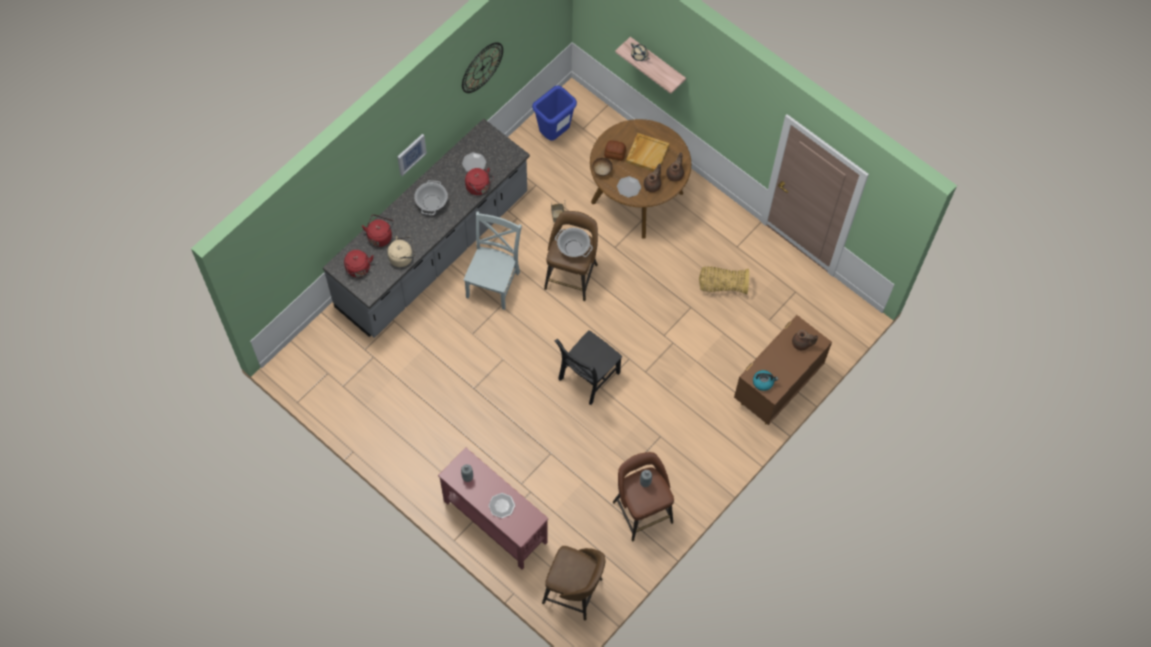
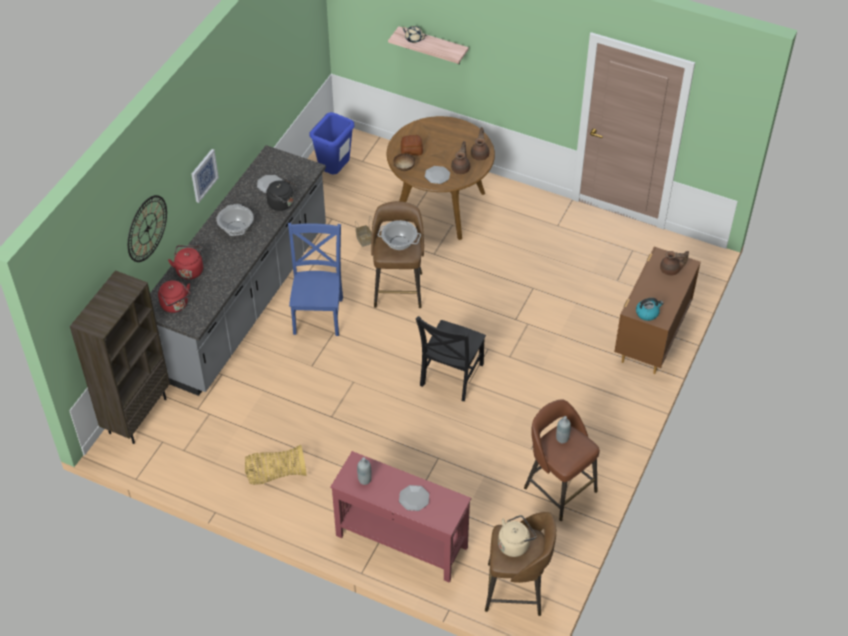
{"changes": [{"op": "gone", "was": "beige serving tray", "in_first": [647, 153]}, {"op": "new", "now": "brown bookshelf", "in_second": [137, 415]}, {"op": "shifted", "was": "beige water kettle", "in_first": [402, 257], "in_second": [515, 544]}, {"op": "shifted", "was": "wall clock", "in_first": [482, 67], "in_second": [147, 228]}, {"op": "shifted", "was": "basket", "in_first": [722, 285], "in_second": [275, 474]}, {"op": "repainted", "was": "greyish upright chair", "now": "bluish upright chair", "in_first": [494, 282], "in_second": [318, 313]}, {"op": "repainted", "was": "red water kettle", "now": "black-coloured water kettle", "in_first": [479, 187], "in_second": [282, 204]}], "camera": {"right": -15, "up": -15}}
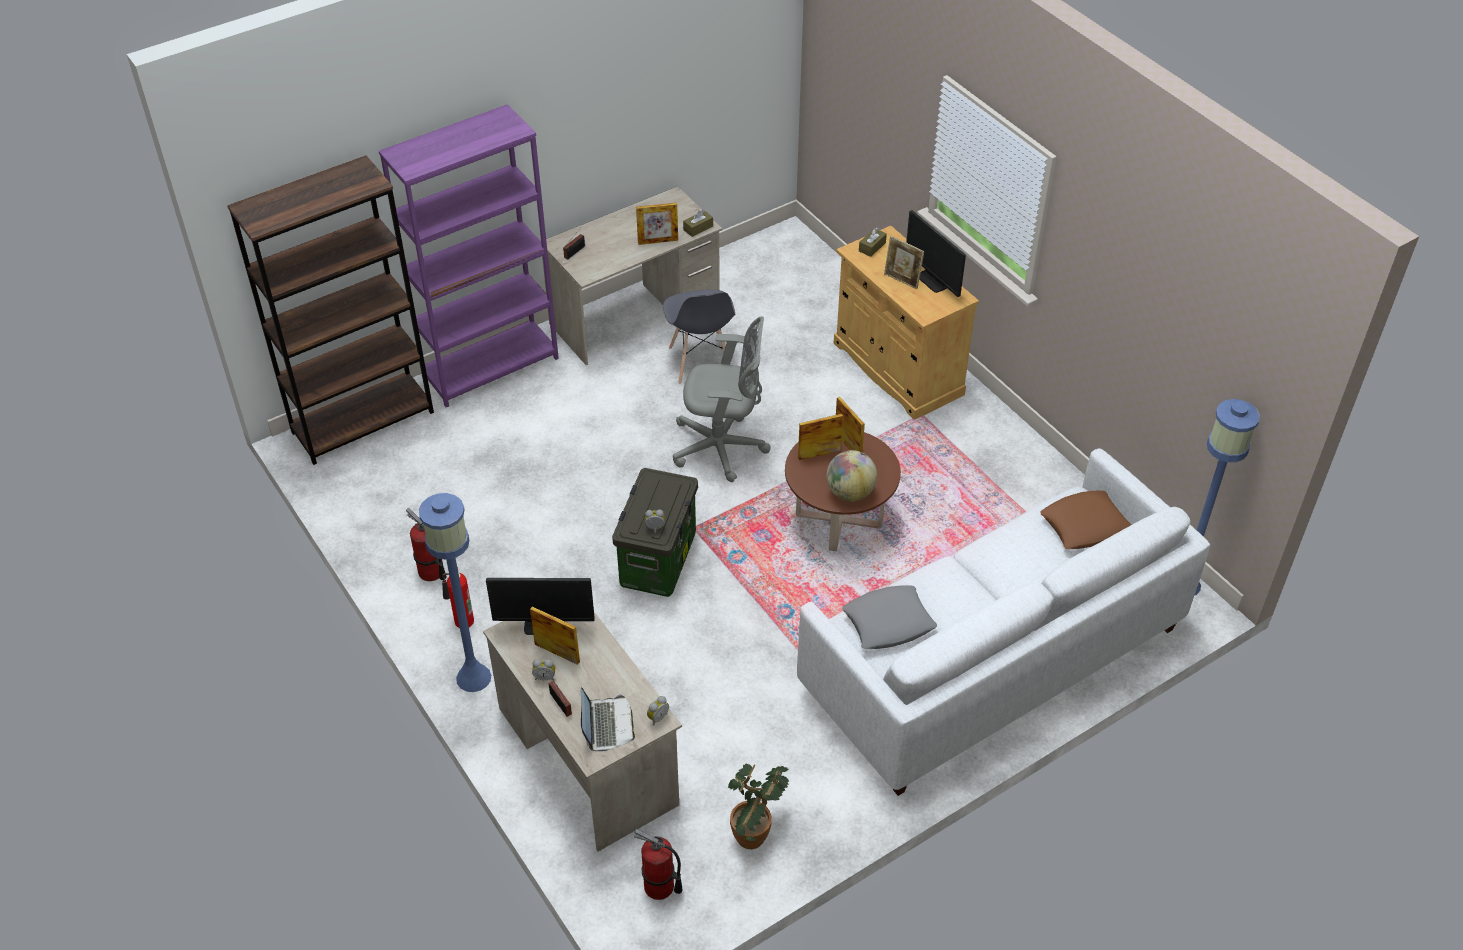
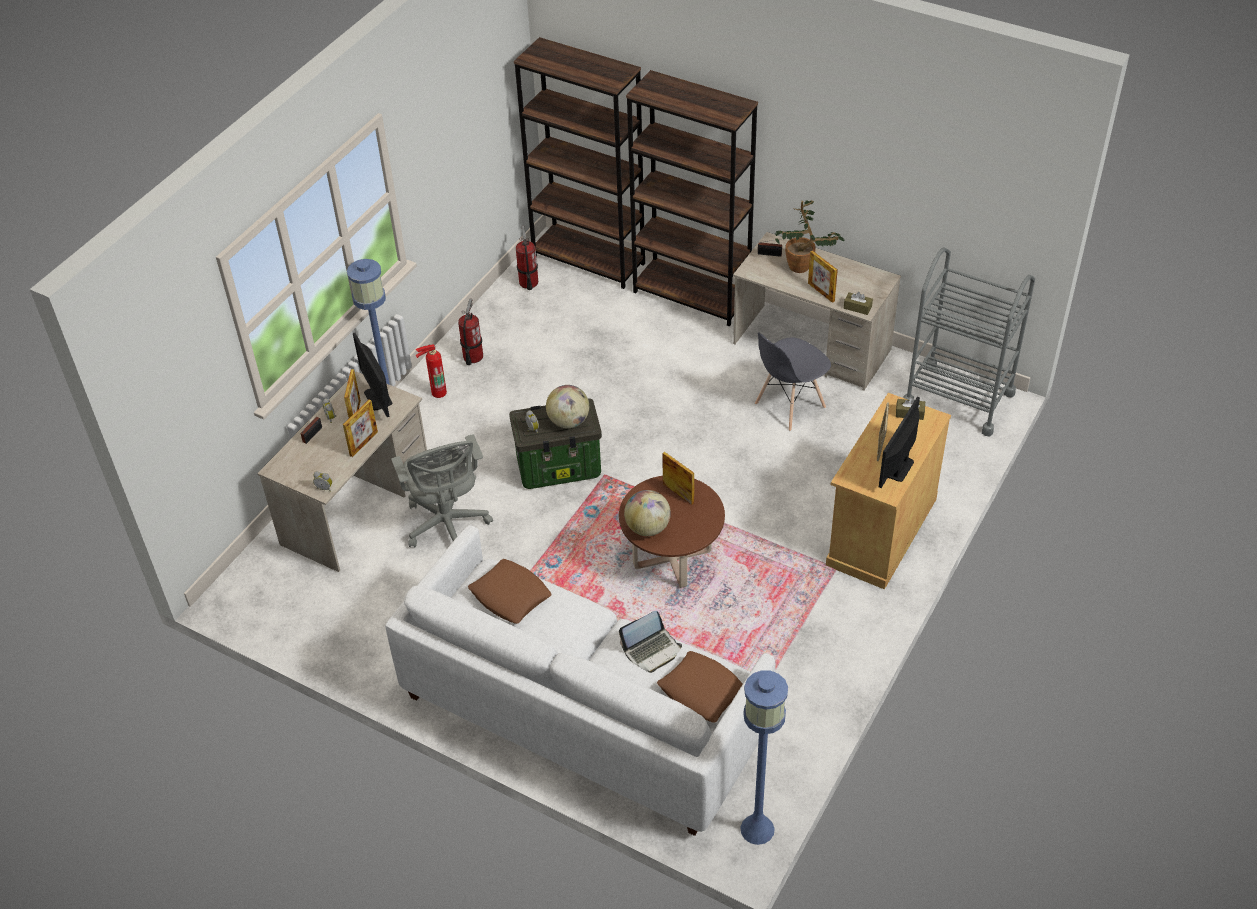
{"changes": [{"op": "new", "now": "globe", "in_second": [569, 421]}, {"op": "new", "now": "greyish trolley", "in_second": [958, 398]}, {"op": "shifted", "was": "portable computer", "in_first": [606, 725], "in_second": [652, 650]}, {"op": "shifted", "was": "fire extinguisher", "in_first": [659, 887], "in_second": [528, 282]}, {"op": "shifted", "was": "greyish computer chair", "in_first": [723, 448], "in_second": [447, 525]}, {"op": "shifted", "was": "potted plant", "in_first": [756, 832], "in_second": [804, 268]}, {"op": "shifted", "was": "standing frame", "in_first": [848, 445], "in_second": [363, 443]}, {"op": "repainted", "was": "purplish bookshelf", "now": "brown bookshelf", "in_first": [491, 367], "in_second": [691, 296]}, {"op": "repainted", "was": "greyish pillow", "now": "brown pillow", "in_first": [888, 623], "in_second": [510, 596]}], "camera": {"right": 65, "up": 0}}
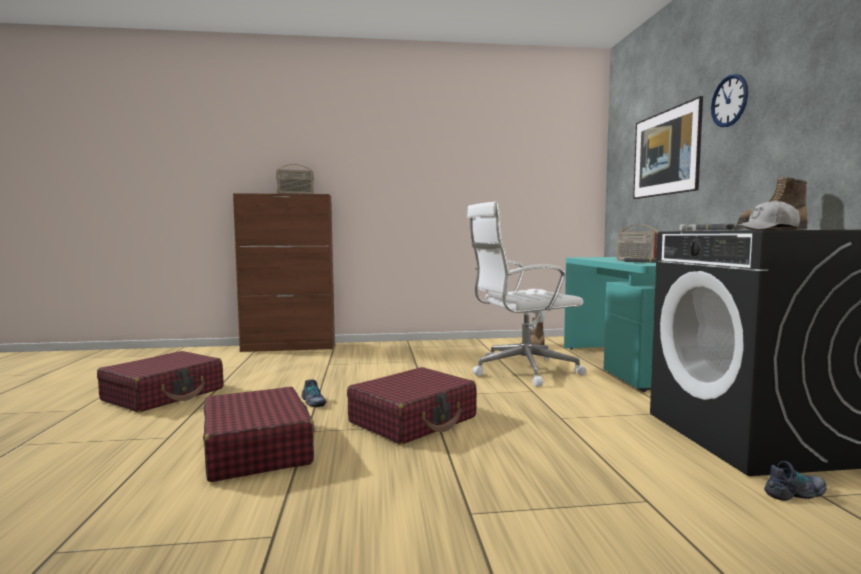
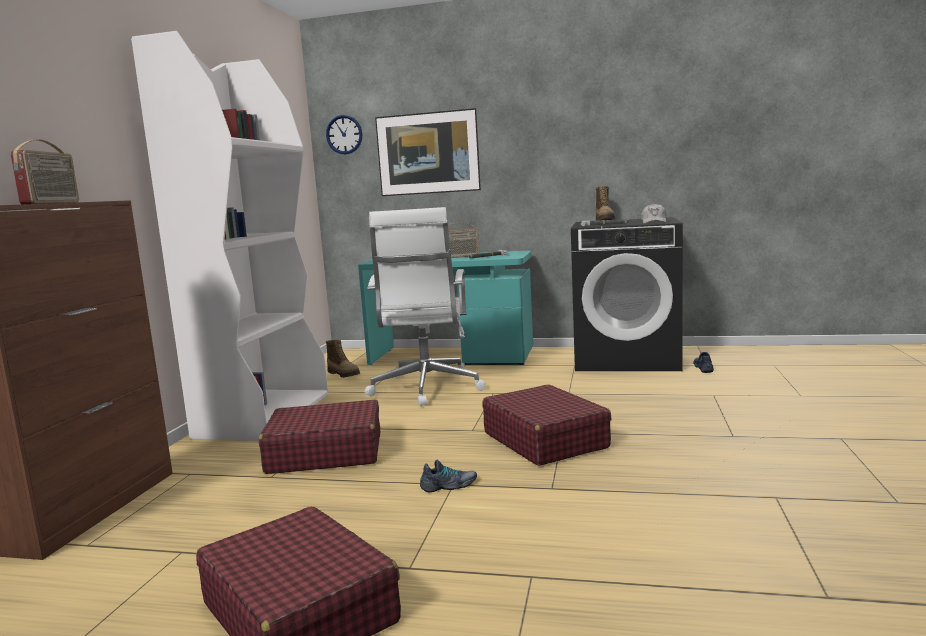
{"changes": [{"op": "new", "now": "white bookshelf", "in_second": [264, 415]}, {"op": "shifted", "was": "red suitcase", "in_first": [257, 449], "in_second": [325, 453]}, {"op": "shifted", "was": "wall clock", "in_first": [729, 101], "in_second": [344, 134]}], "camera": {"right": -70, "up": 5}}
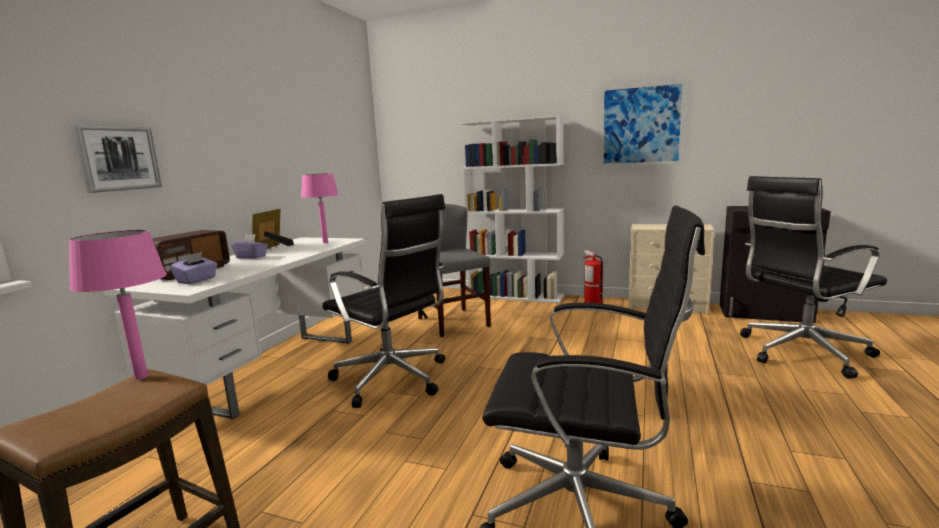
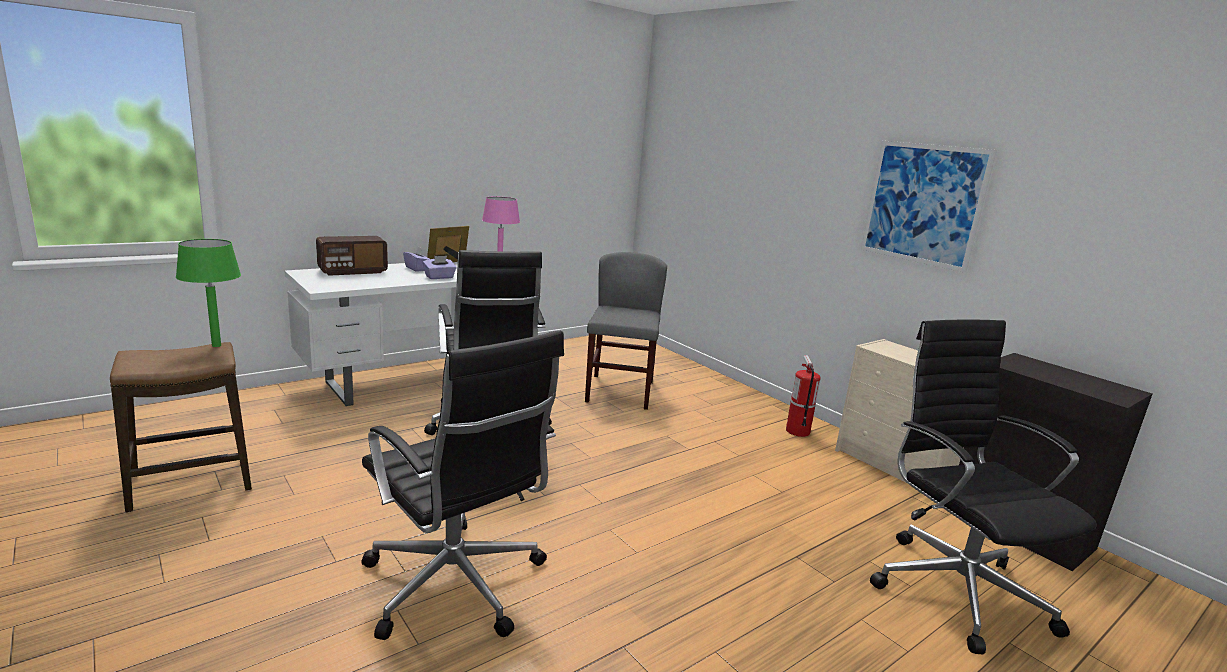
{"changes": [{"op": "gone", "was": "wall art", "in_first": [119, 158]}, {"op": "gone", "was": "white bookshelf", "in_first": [516, 296]}, {"op": "shifted", "was": "purplish tissue holder", "in_first": [197, 280], "in_second": [439, 277]}, {"op": "repainted", "was": "pinkish lamp for a table", "now": "green lamp for a table", "in_first": [140, 377], "in_second": [216, 345]}, {"op": "rotated", "was": "black-coloured computer chair", "in_first": [799, 352], "in_second": [955, 588], "clockwise": 60}], "camera": {"right": 30, "up": 5}}
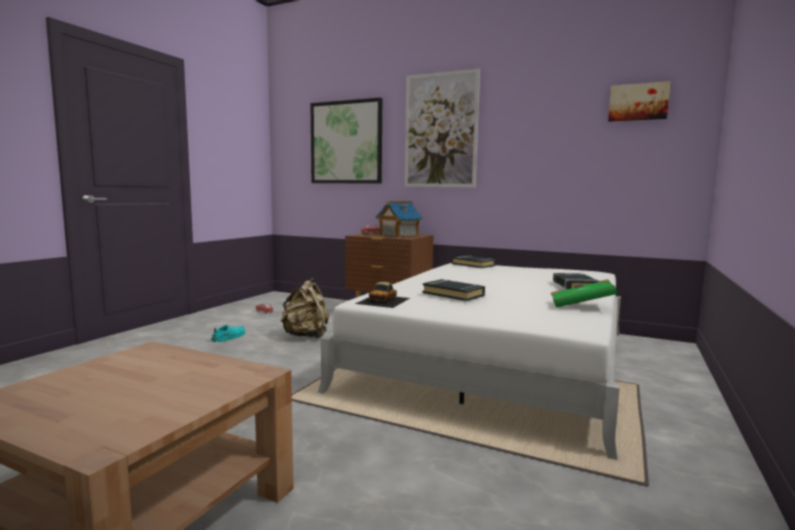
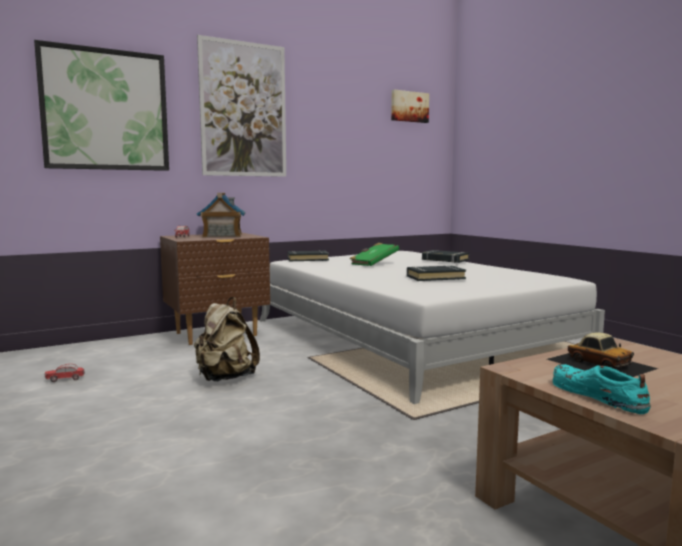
{"changes": [{"op": "shifted", "was": "turquoise shoe", "in_first": [229, 337], "in_second": [596, 395]}, {"op": "shifted", "was": "miniature car", "in_first": [383, 300], "in_second": [600, 363]}, {"op": "shifted", "was": "green volume", "in_first": [581, 306], "in_second": [373, 263]}], "camera": {"right": -55, "up": 0}}
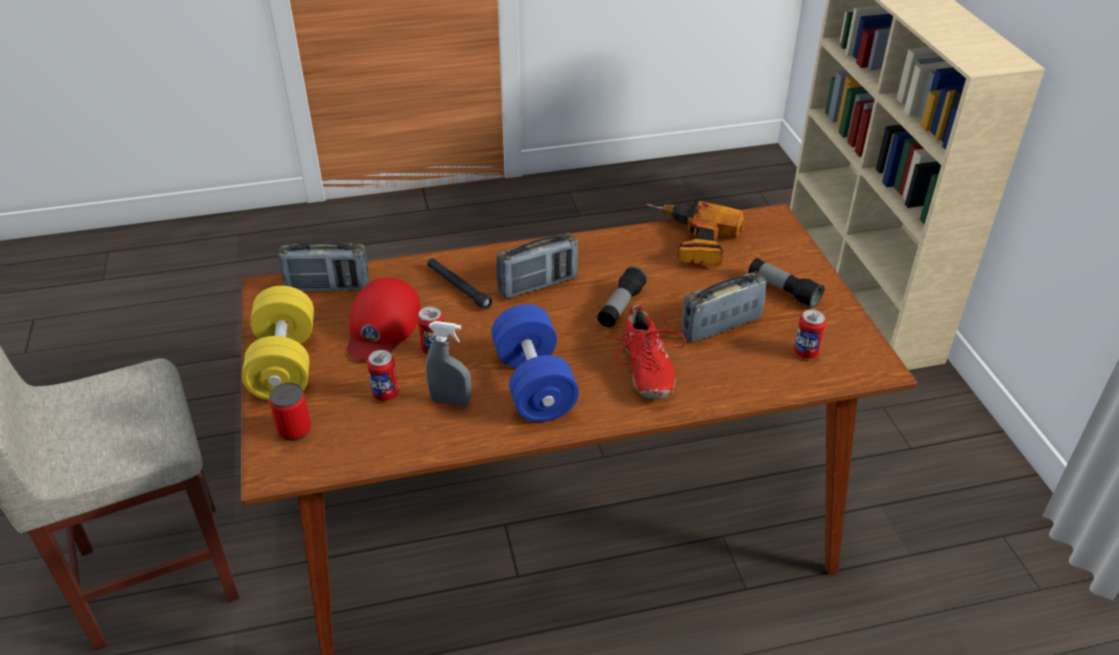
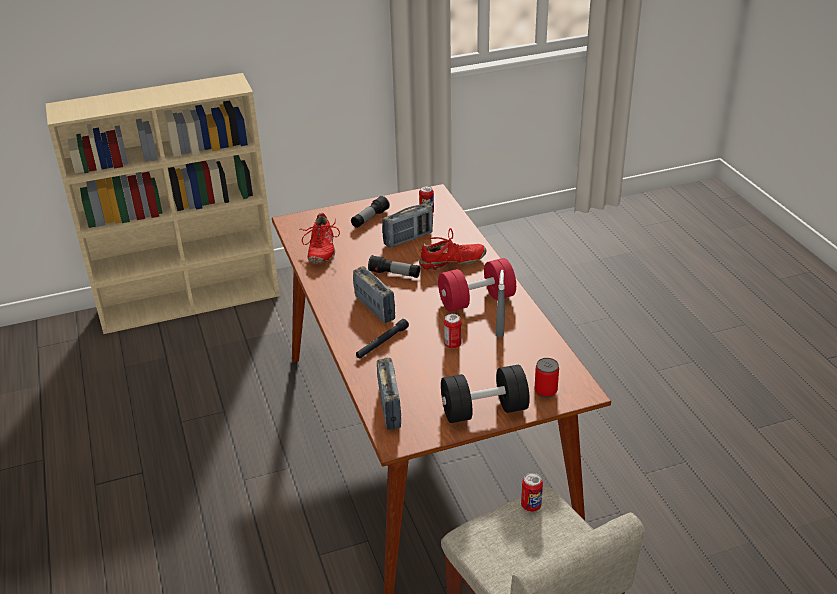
{"changes": [{"op": "gone", "was": "red cap", "in_first": [382, 326]}, {"op": "shifted", "was": "sealed can", "in_first": [385, 394], "in_second": [531, 505]}, {"op": "swapped", "was": "power drill", "now": "red shoe", "in_first": [693, 243], "in_second": [321, 250]}, {"op": "repainted", "was": "yellow dumbbell", "now": "black-coloured dumbbell", "in_first": [284, 364], "in_second": [484, 410]}, {"op": "repainted", "was": "bluish dumbbell", "now": "red dumbbell", "in_first": [534, 384], "in_second": [476, 300]}, {"op": "rotated", "was": "radio", "in_first": [720, 326], "in_second": [408, 238], "clockwise": -90}], "camera": {"right": -95, "up": -5}}
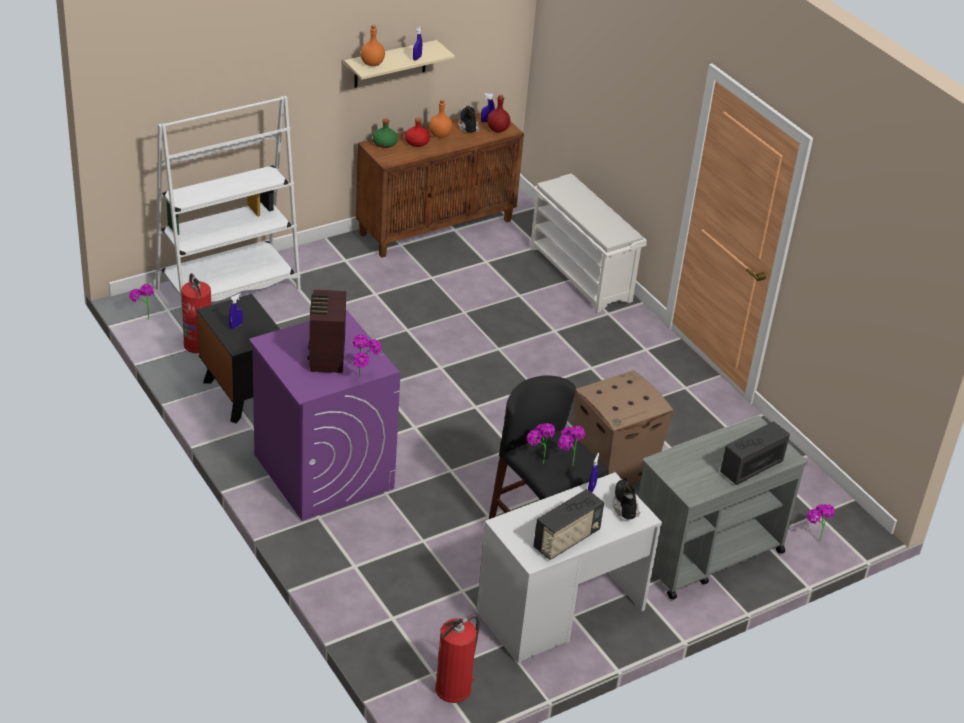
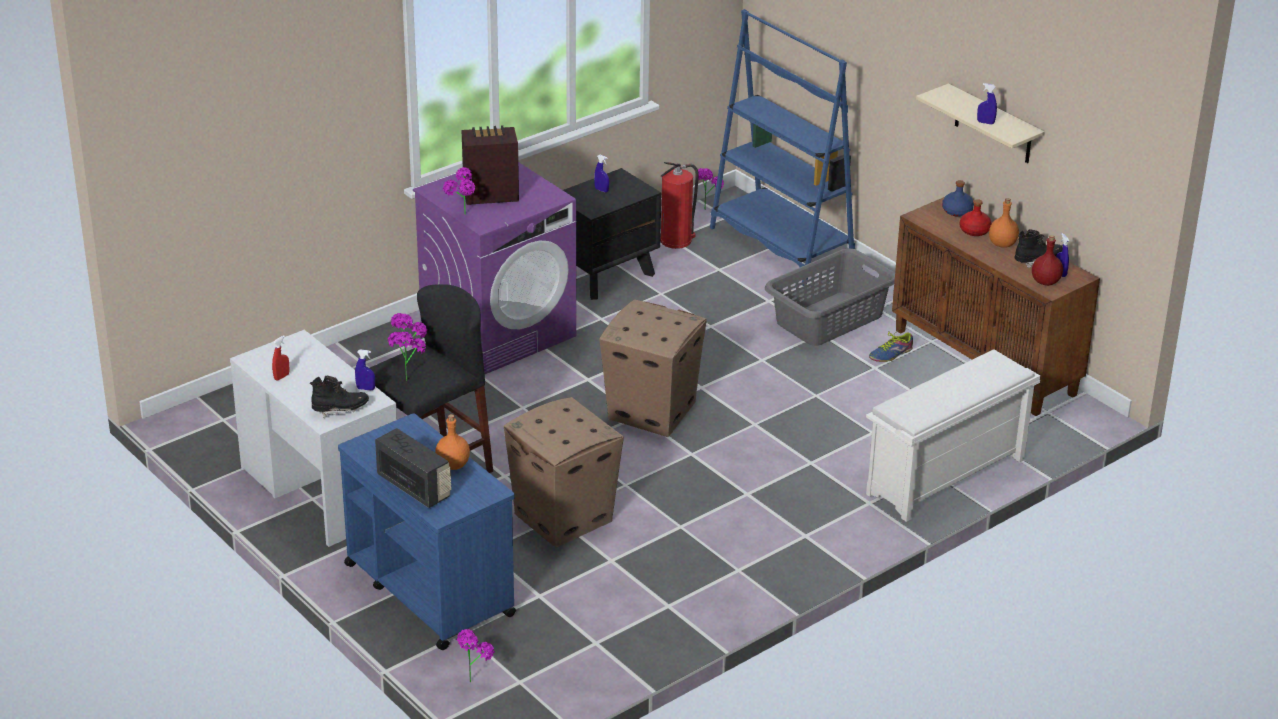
{"changes": [{"op": "gone", "was": "fire extinguisher", "in_first": [454, 688]}, {"op": "new", "now": "packing box", "in_second": [650, 410]}, {"op": "new", "now": "greyish hamper", "in_second": [830, 319]}, {"op": "new", "now": "shoe", "in_second": [891, 354]}, {"op": "shifted", "was": "orangey bottle", "in_first": [372, 63], "in_second": [453, 465]}, {"op": "swapped", "was": "radio", "now": "red spray bottle", "in_first": [566, 540], "in_second": [281, 377]}, {"op": "repainted", "was": "white bookshelf", "now": "bluish bookshelf", "in_first": [229, 289], "in_second": [781, 245]}, {"op": "repainted", "was": "green bottle", "now": "bluish bottle", "in_first": [384, 143], "in_second": [956, 211]}, {"op": "repainted", "was": "greyish trolley", "now": "bluish trolley", "in_first": [704, 553], "in_second": [428, 589]}], "camera": {"right": 85, "up": -5}}
